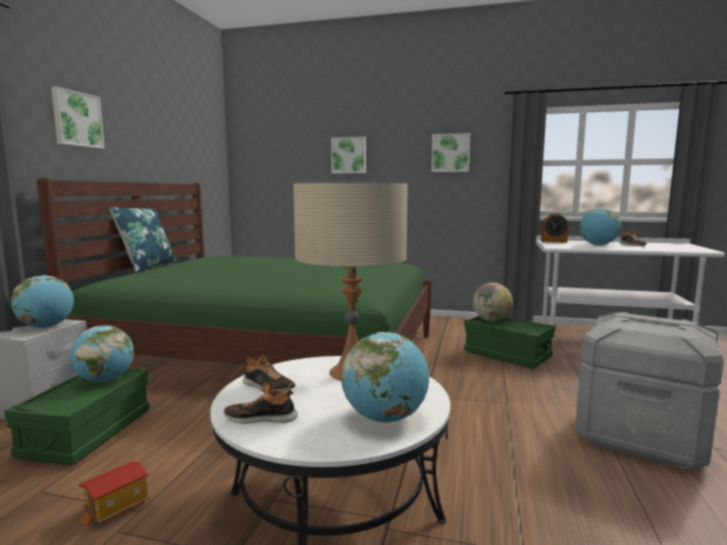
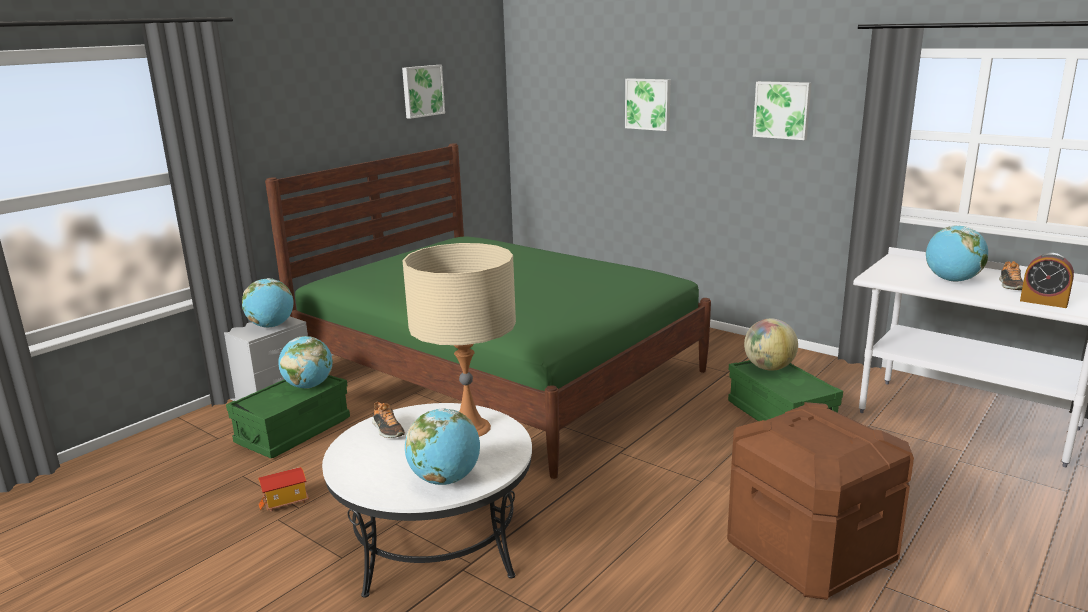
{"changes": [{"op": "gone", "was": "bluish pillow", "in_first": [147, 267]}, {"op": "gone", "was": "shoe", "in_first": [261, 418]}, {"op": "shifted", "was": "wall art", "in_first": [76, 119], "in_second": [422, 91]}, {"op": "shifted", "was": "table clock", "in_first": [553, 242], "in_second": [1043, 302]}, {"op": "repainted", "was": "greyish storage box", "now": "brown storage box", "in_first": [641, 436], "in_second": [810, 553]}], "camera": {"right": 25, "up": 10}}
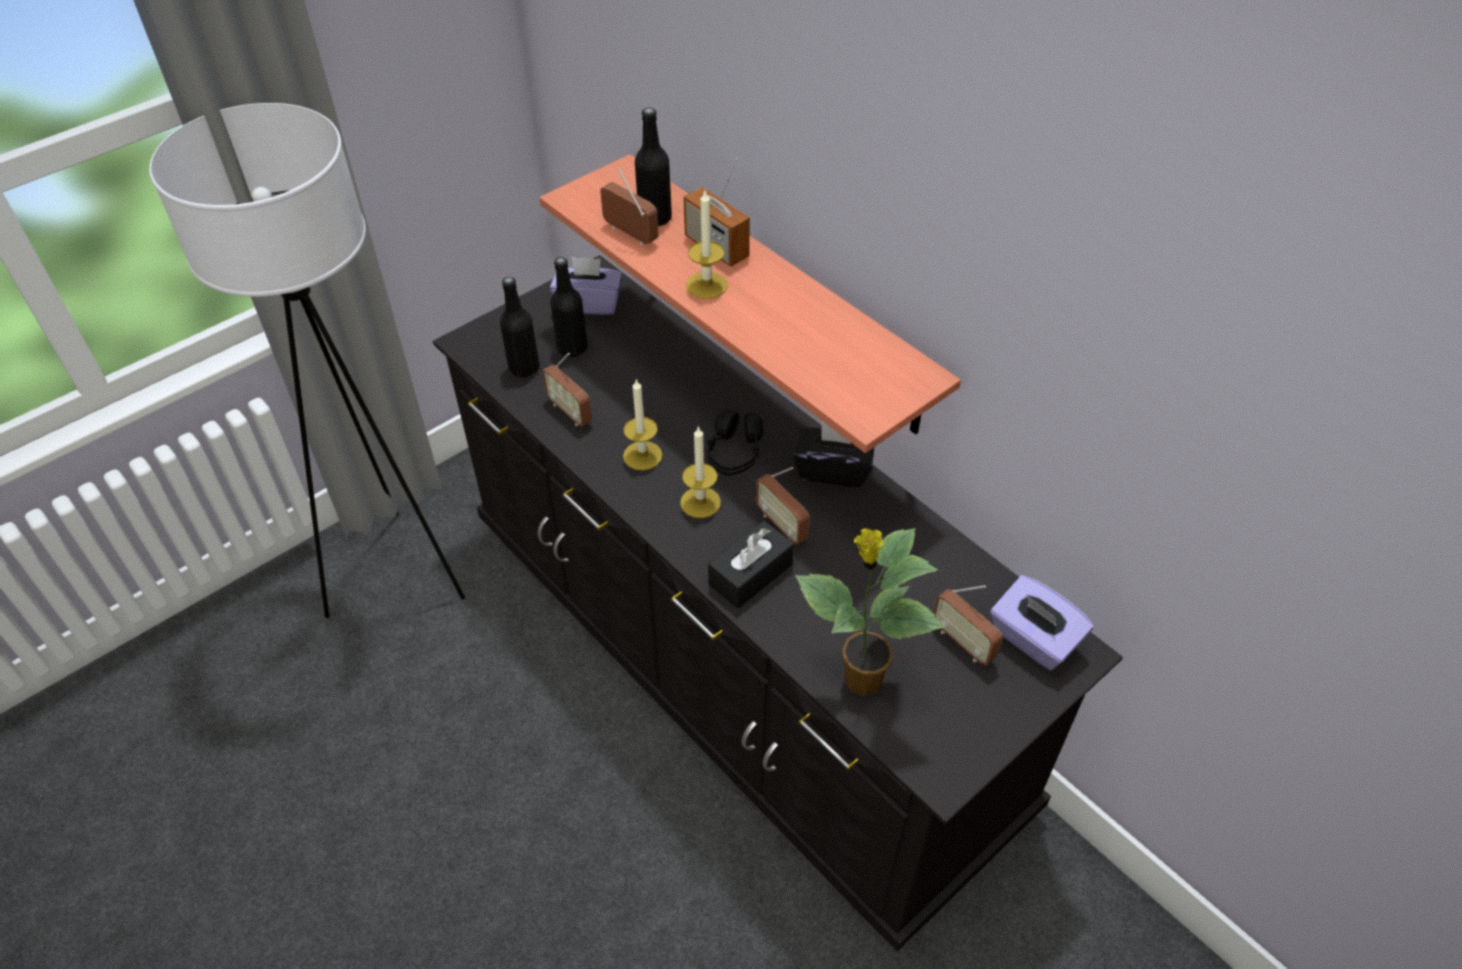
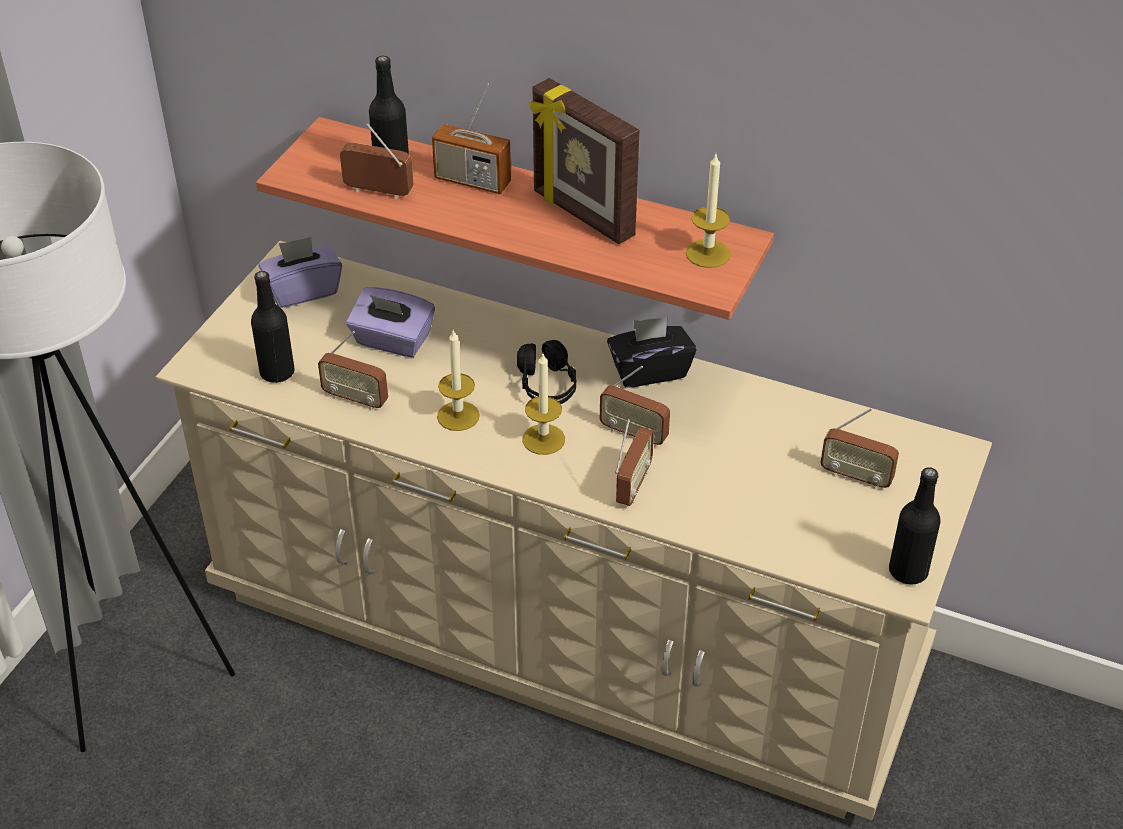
{"changes": [{"op": "gone", "was": "potted plant", "in_first": [860, 680]}, {"op": "new", "now": "standing frame", "in_second": [582, 215]}, {"op": "shifted", "was": "black-coloured bottle", "in_first": [572, 348], "in_second": [908, 571]}, {"op": "shifted", "was": "candle", "in_first": [706, 285], "in_second": [708, 253]}, {"op": "shifted", "was": "purplish tissue holder", "in_first": [1033, 640], "in_second": [392, 341]}, {"op": "swapped", "was": "black-coloured tissue holder", "now": "radio", "in_first": [750, 574], "in_second": [633, 485]}, {"op": "repainted", "was": "black-coloured drawer chest", "now": "beige drawer chest", "in_first": [734, 660], "in_second": [563, 629]}], "camera": {"right": -25, "up": -5}}
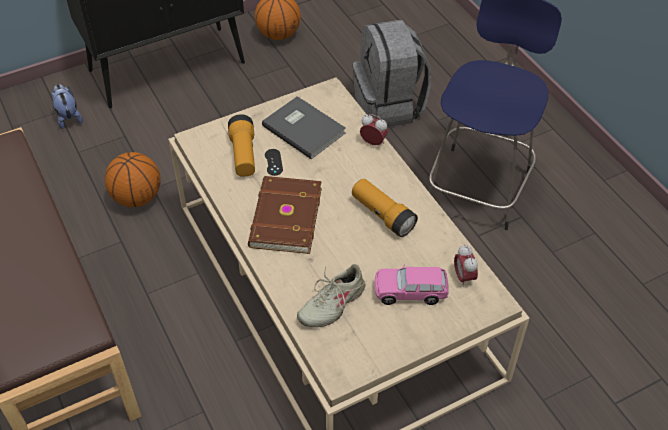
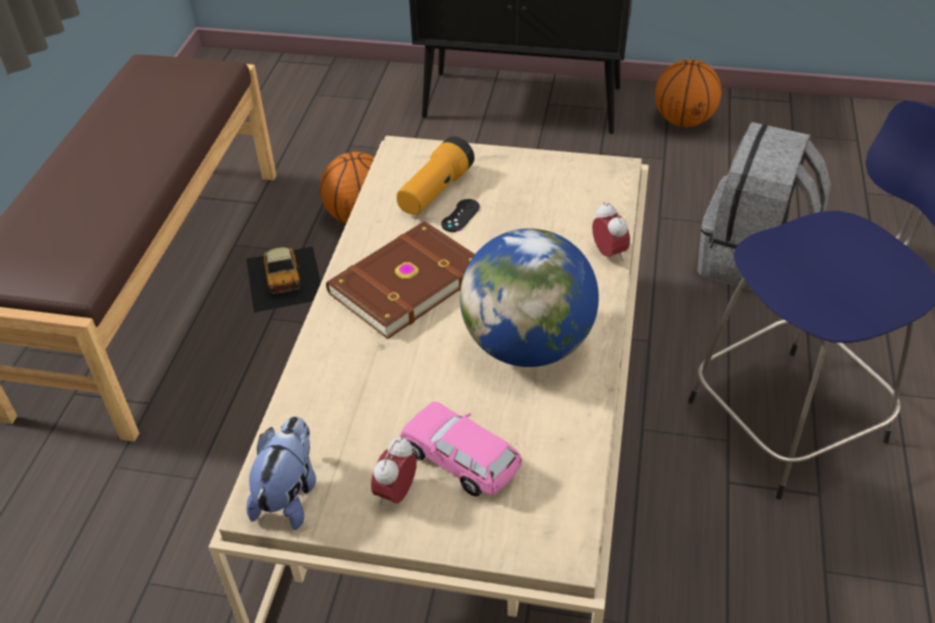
{"changes": [{"op": "gone", "was": "greyish volume", "in_first": [304, 128]}, {"op": "gone", "was": "beige shoe", "in_first": [332, 304]}, {"op": "new", "now": "miniature car", "in_second": [284, 278]}, {"op": "shifted", "was": "soft toy", "in_first": [68, 117], "in_second": [289, 495]}, {"op": "shifted", "was": "table clock", "in_first": [463, 277], "in_second": [396, 493]}, {"op": "swapped", "was": "hand torch", "now": "globe", "in_first": [382, 215], "in_second": [527, 345]}], "camera": {"right": 40, "up": -5}}
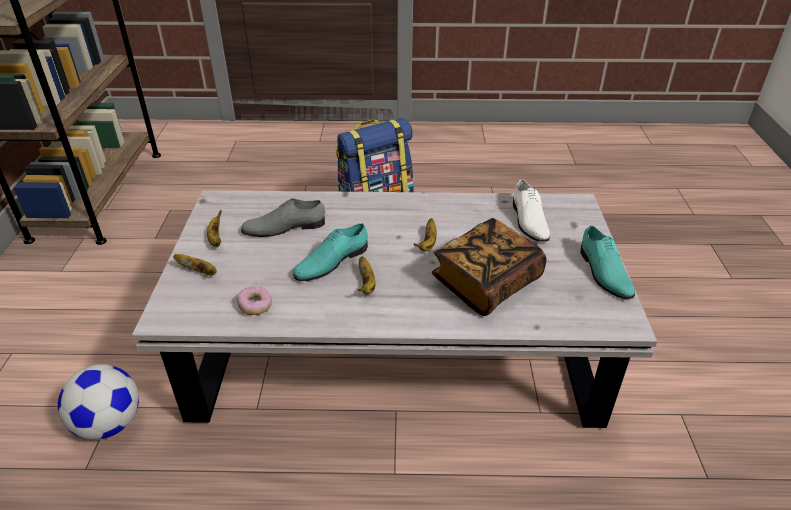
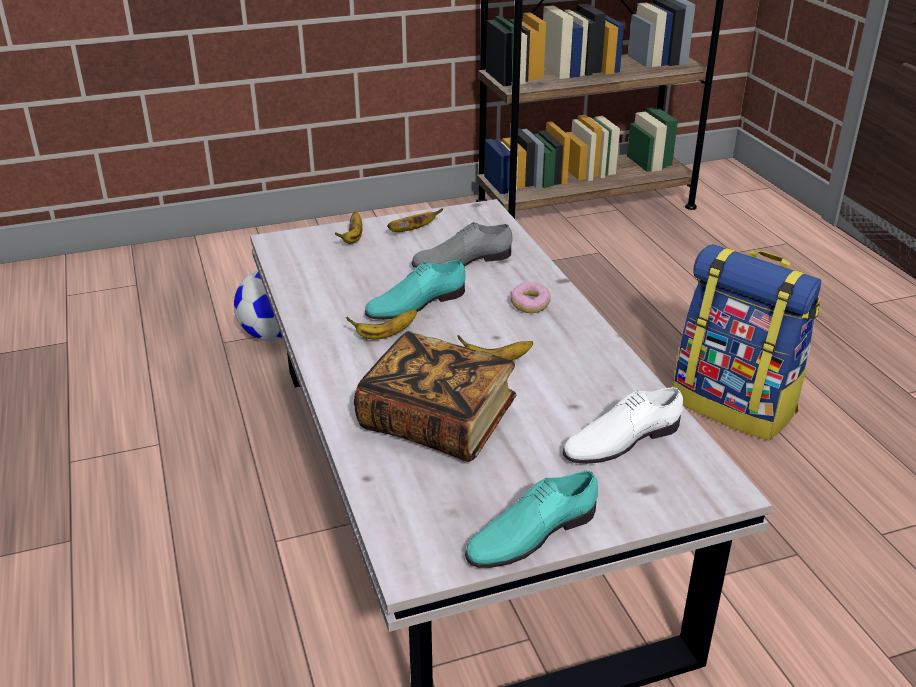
{"changes": [{"op": "shifted", "was": "ring doughnut", "in_first": [255, 306], "in_second": [530, 305]}, {"op": "rotated", "was": "greyish shoe", "in_first": [284, 227], "in_second": [461, 260], "clockwise": -75}, {"op": "rotated", "was": "turquoise shoe", "in_first": [331, 261], "in_second": [415, 303], "clockwise": -60}], "camera": {"right": 70, "up": -5}}
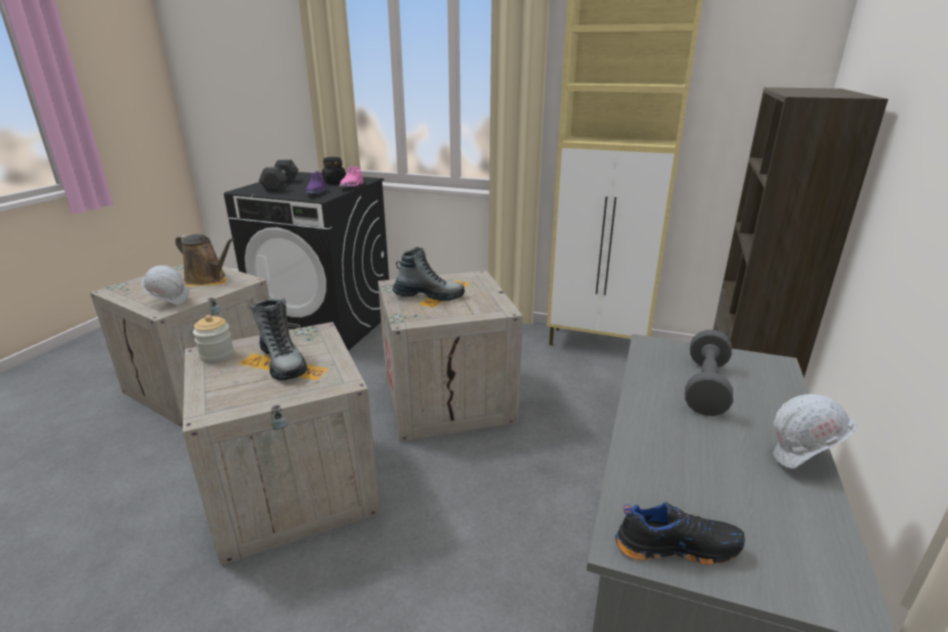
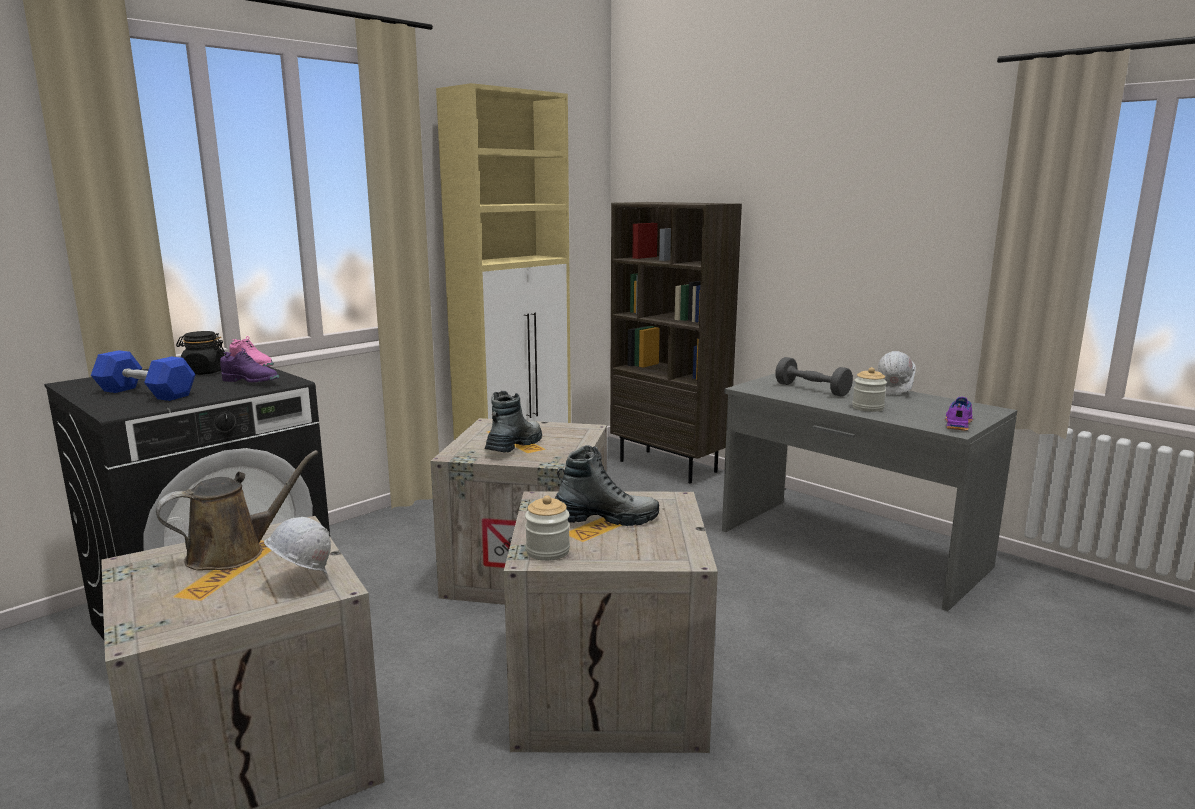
{"changes": [{"op": "new", "now": "storage jar", "in_second": [868, 408]}, {"op": "repainted", "was": "greyish dumbbell", "now": "bluish dumbbell", "in_first": [281, 185], "in_second": [146, 393]}, {"op": "repainted", "was": "black-coloured shoe", "now": "purplish shoe", "in_first": [675, 546], "in_second": [957, 423]}], "camera": {"right": -65, "up": -10}}
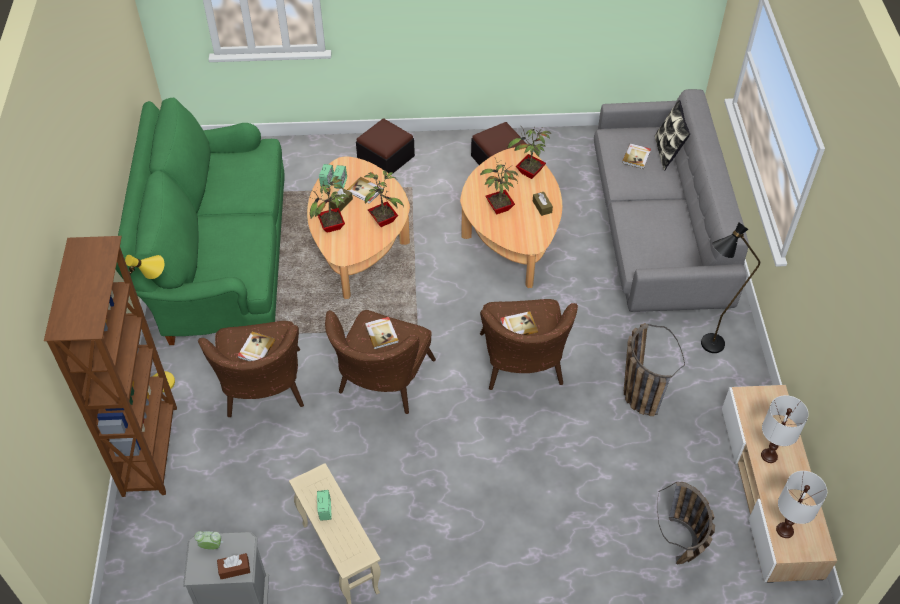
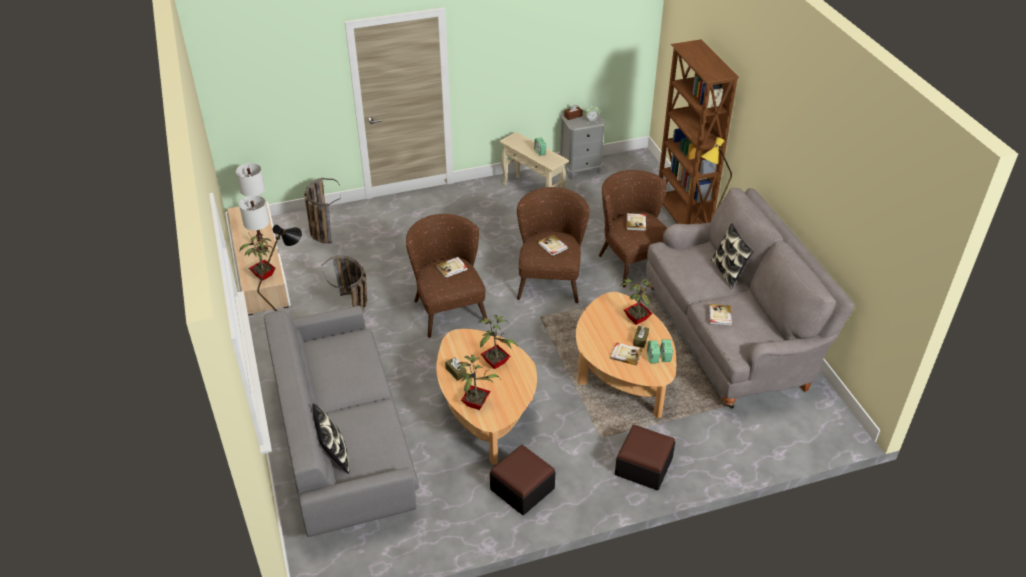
{"changes": [{"op": "new", "now": "pillow", "in_second": [728, 272]}, {"op": "shifted", "was": "potted plant", "in_first": [384, 220], "in_second": [262, 276]}, {"op": "shifted", "was": "volume", "in_first": [636, 157], "in_second": [719, 316]}, {"op": "repainted", "was": "green settee", "now": "greyish settee", "in_first": [219, 261], "in_second": [731, 335]}], "camera": {"right": 165, "up": -10}}
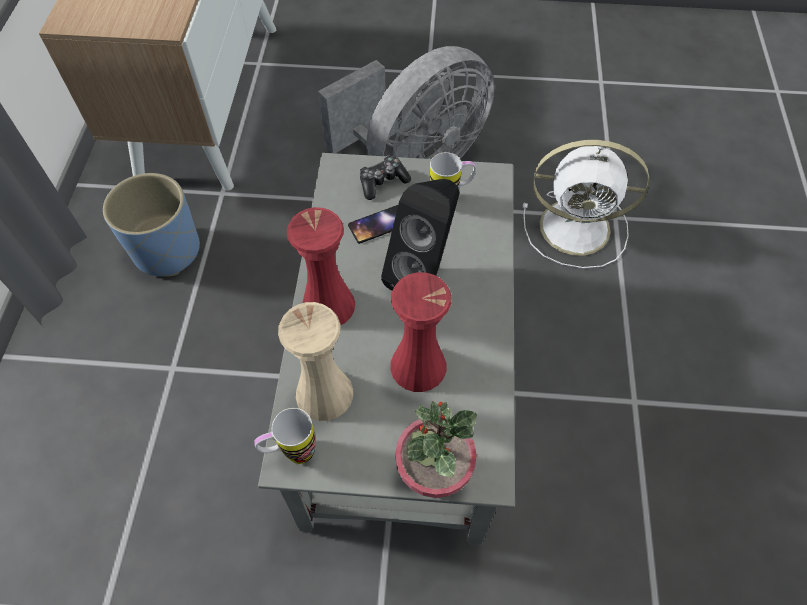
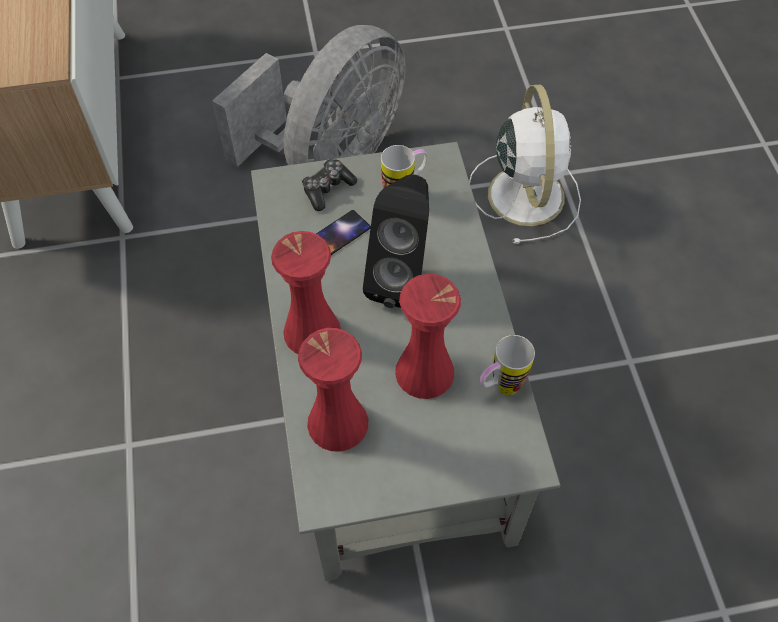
{"changes": [{"op": "gone", "was": "bluish plant pot", "in_first": [167, 250]}, {"op": "gone", "was": "potted plant", "in_first": [433, 473]}, {"op": "shifted", "was": "mug", "in_first": [291, 453], "in_second": [499, 388]}, {"op": "repainted", "was": "beige decorative vase", "now": "red decorative vase", "in_first": [324, 393], "in_second": [337, 423]}, {"op": "rotated", "was": "white cooling fan", "in_first": [578, 228], "in_second": [525, 193], "clockwise": -90}], "camera": {"right": -15, "up": 0}}
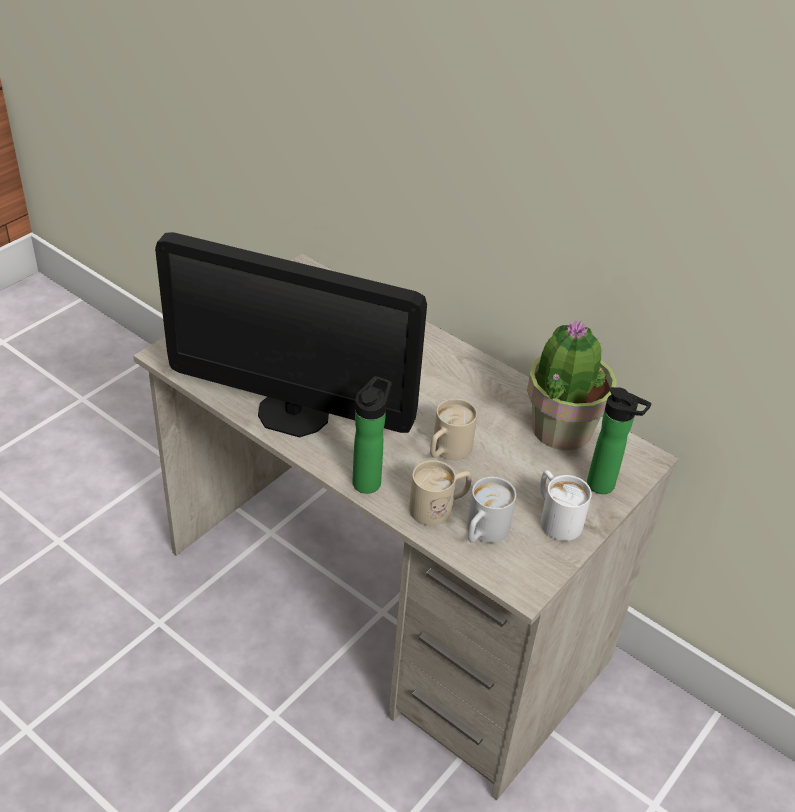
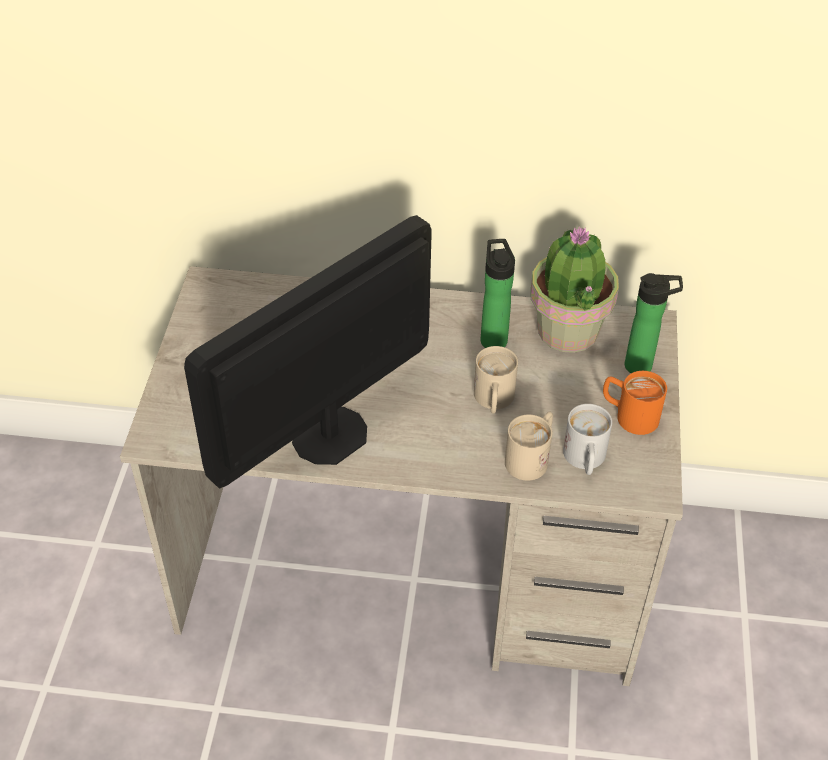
{"changes": [{"op": "shifted", "was": "bottle", "in_first": [368, 480], "in_second": [493, 338]}, {"op": "repainted", "was": "white mug", "now": "orangey mug", "in_first": [555, 518], "in_second": [628, 415]}, {"op": "rotated", "was": "computer display", "in_first": [293, 413], "in_second": [329, 435], "clockwise": 150}], "camera": {"right": -30, "up": 5}}
